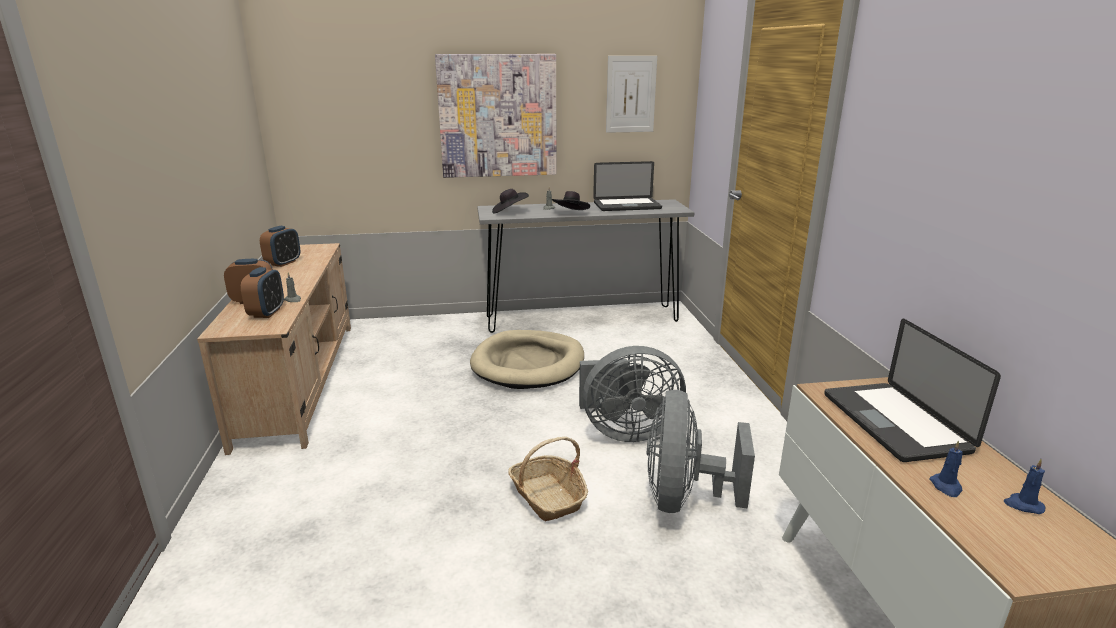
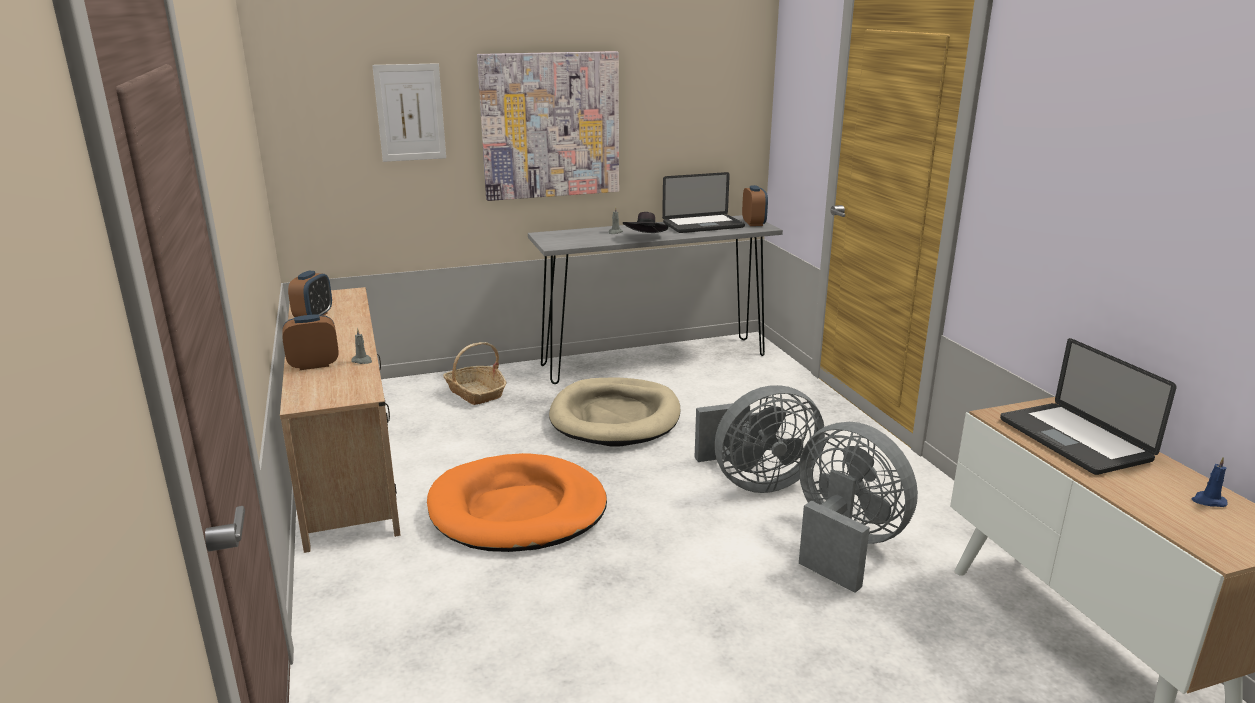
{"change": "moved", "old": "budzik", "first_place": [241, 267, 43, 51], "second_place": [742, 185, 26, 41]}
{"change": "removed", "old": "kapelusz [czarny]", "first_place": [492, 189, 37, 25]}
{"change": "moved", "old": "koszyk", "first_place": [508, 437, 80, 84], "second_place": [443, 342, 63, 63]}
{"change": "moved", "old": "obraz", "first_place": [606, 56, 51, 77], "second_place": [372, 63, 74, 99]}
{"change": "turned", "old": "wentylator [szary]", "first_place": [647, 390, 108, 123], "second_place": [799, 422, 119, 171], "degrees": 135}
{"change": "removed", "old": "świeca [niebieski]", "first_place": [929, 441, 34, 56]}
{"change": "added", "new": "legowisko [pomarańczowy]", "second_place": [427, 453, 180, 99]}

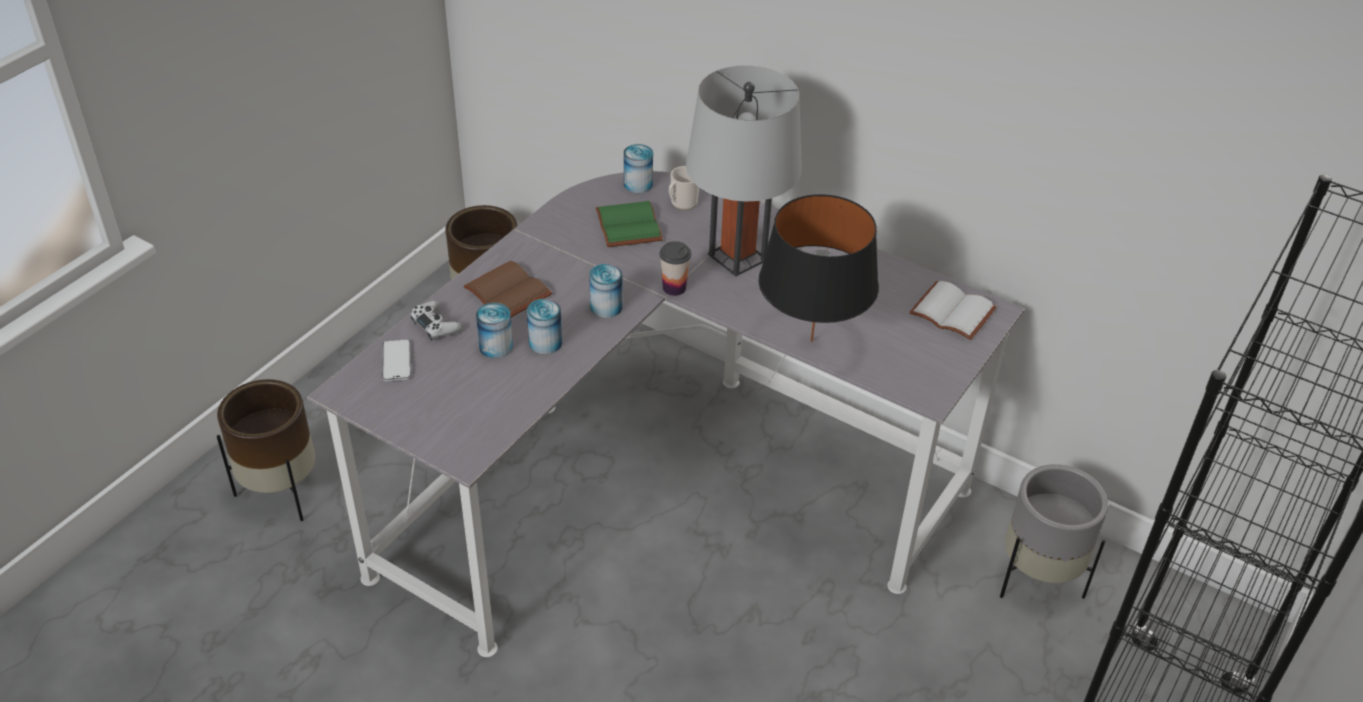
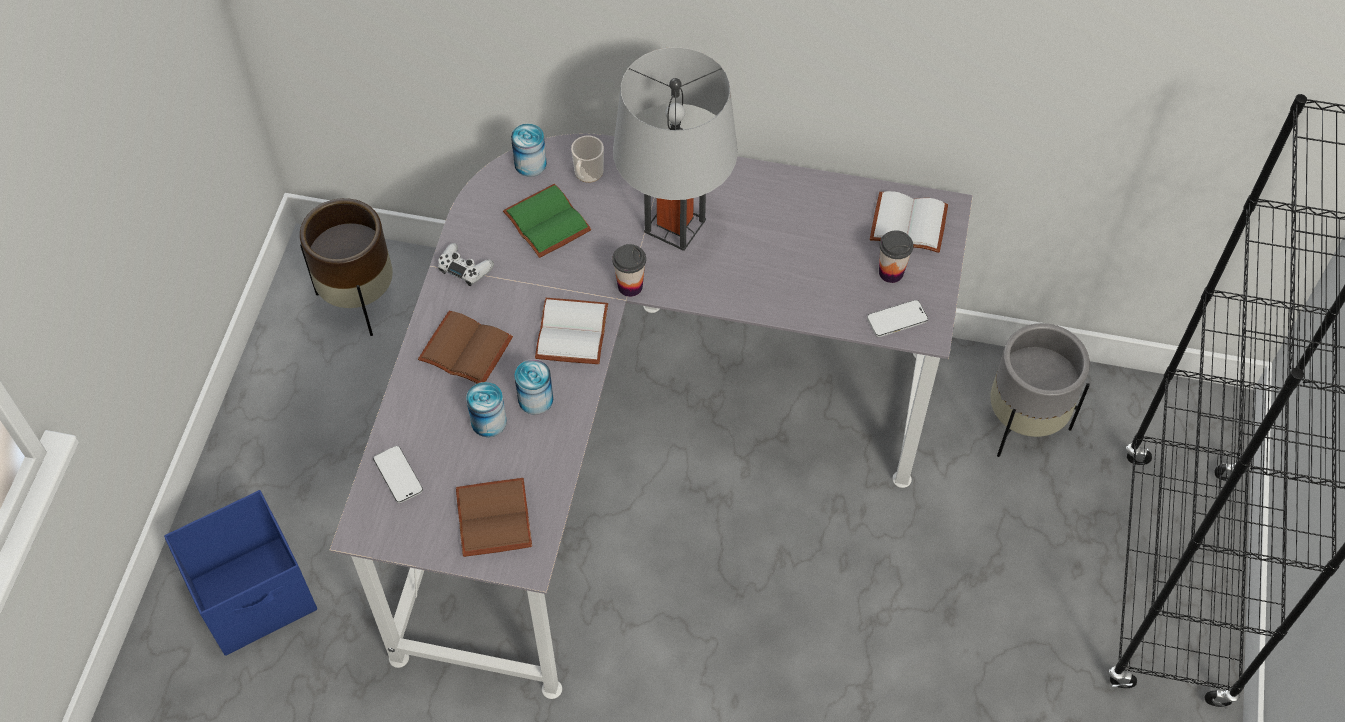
{"change": "replaced", "old": "donica [brązowy]", "new": "pojemnik do przechowywania [niebieski]", "first_place": [217, 379, 98, 142], "second_place": [164, 490, 153, 166]}
{"change": "moved", "old": "pad do gier [biały]", "first_place": [410, 301, 52, 39], "second_place": [438, 243, 56, 43]}
{"change": "replaced", "old": "puszka", "new": "książka [biały]", "first_place": [589, 264, 34, 54], "second_place": [535, 298, 73, 66]}
{"change": "removed", "old": "lampa stołowa [czarny]", "first_place": [759, 194, 120, 148]}
{"change": "added", "new": "książka [brązowy]", "second_place": [456, 478, 76, 79]}
{"change": "added", "new": "telefon", "second_place": [867, 300, 61, 37]}
{"change": "added", "new": "filiżanka", "second_place": [879, 230, 34, 53]}

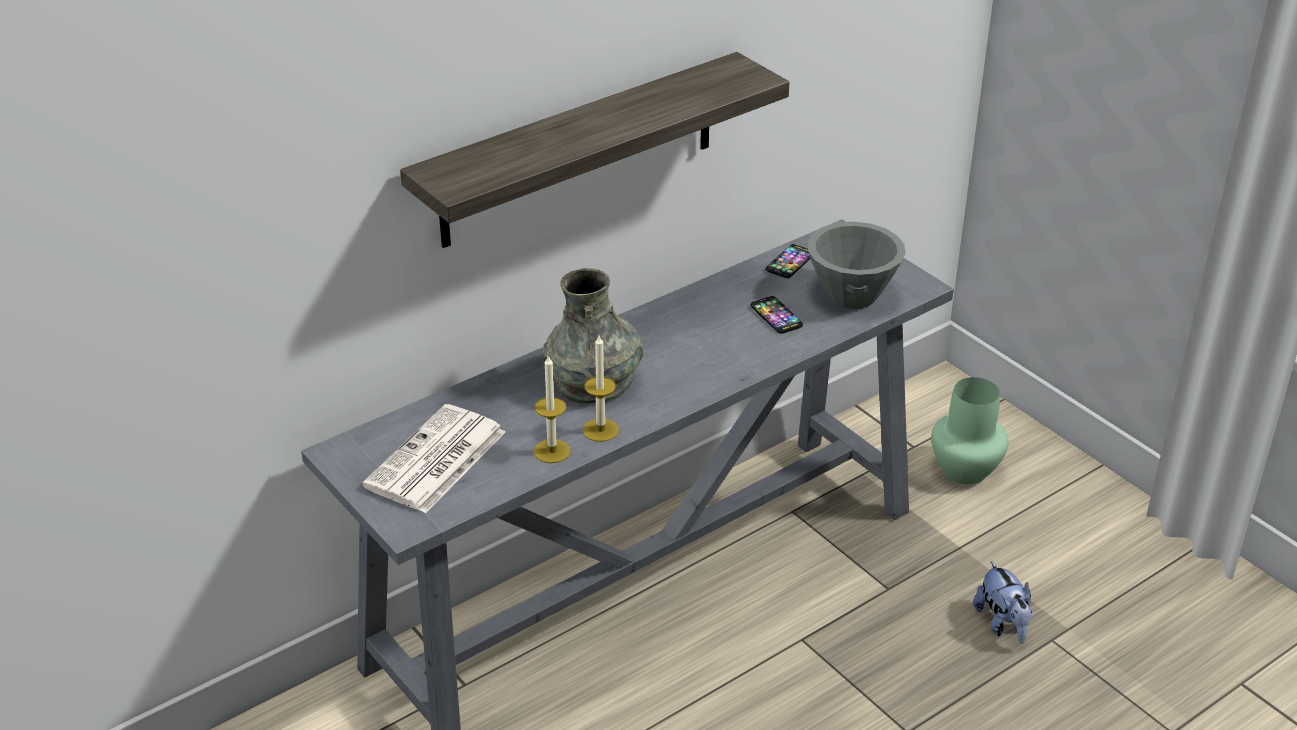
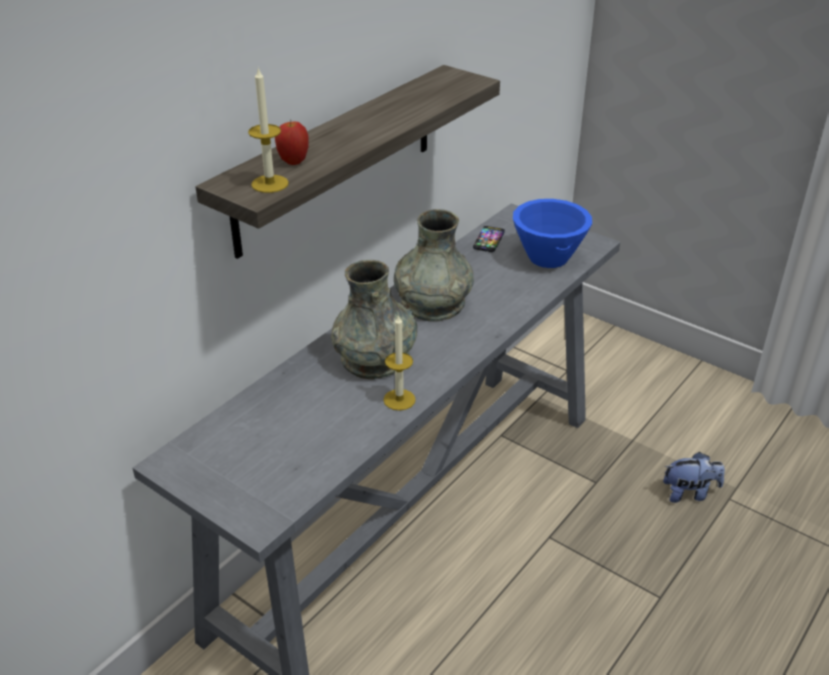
{"change": "removed", "old": "gazeta", "first_place": [362, 404, 144, 109]}
{"change": "moved", "old": "świeca", "first_place": [534, 354, 37, 109], "second_place": [248, 68, 41, 125]}
{"change": "removed", "old": "telefon", "first_place": [751, 296, 52, 38]}
{"change": "recoloured", "old": "miska [szary]", "new": "miska [niebieski]", "first_place": [808, 222, 98, 87], "second_place": [513, 199, 79, 69]}
{"change": "removed", "old": "wazon [zielony]", "first_place": [931, 377, 78, 107]}
{"change": "turned", "old": "pluszak", "first_place": [973, 561, 59, 83], "second_place": [663, 452, 62, 51], "degrees": -60}
{"change": "added", "new": "jabłko", "second_place": [275, 121, 34, 44]}
{"change": "added", "new": "wazon [szary]", "second_place": [394, 209, 80, 113]}

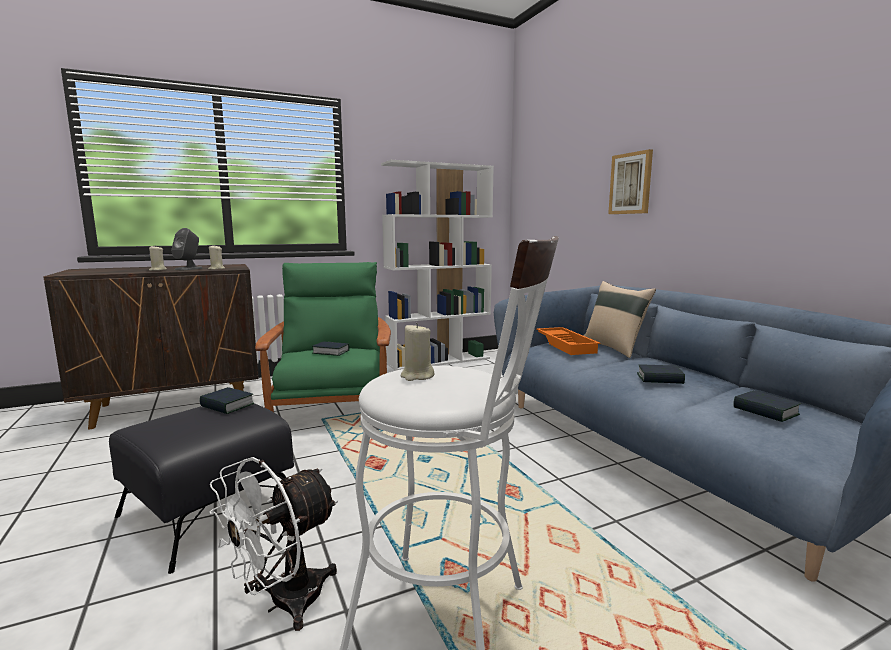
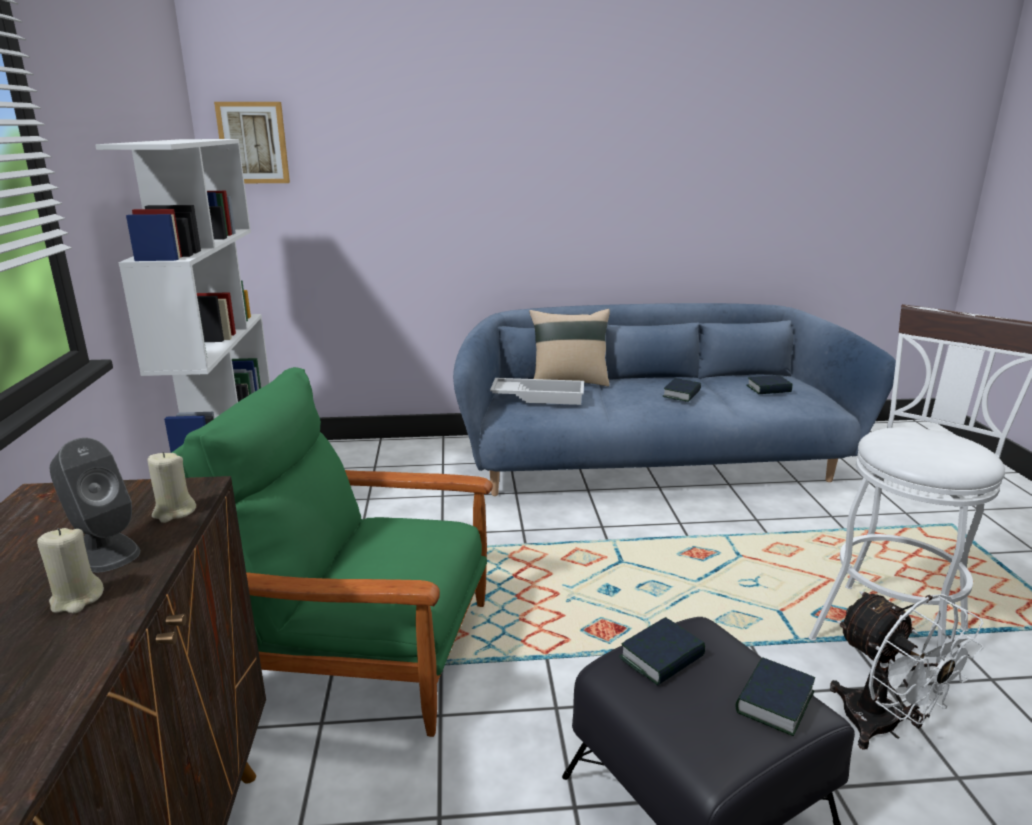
{"change": "moved", "old": "książka", "first_place": [312, 341, 37, 15], "second_place": [736, 657, 79, 79]}
{"change": "removed", "old": "świeca [beżowy]", "first_place": [401, 323, 33, 58]}
{"change": "recoloured", "old": "taca [pomarańczowy]", "new": "taca [biały]", "first_place": [536, 327, 65, 28], "second_place": [490, 378, 94, 27]}
{"change": "moved", "old": "obraz", "first_place": [608, 149, 45, 65], "second_place": [214, 102, 76, 81]}

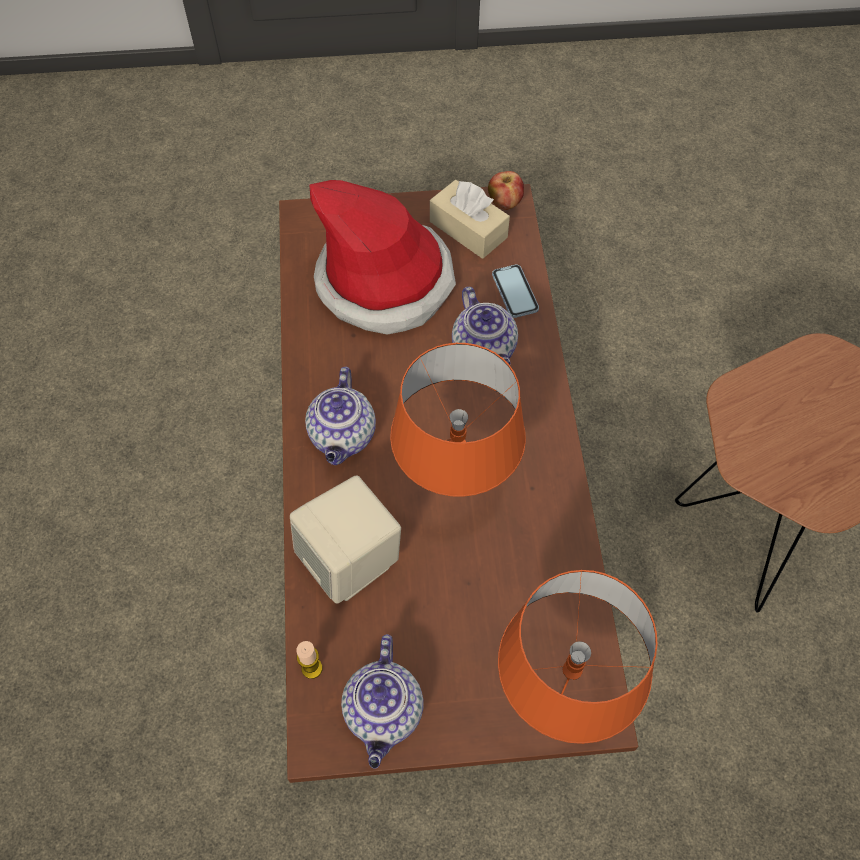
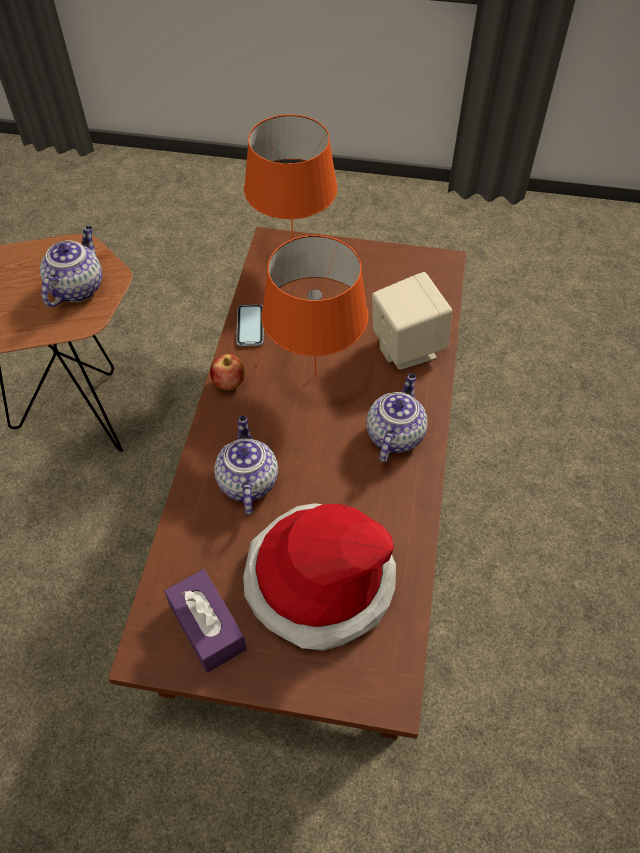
{"change": "removed", "old": "świeca", "first_place": [296, 641, 26, 38]}
{"change": "moved", "old": "imbryk", "first_place": [341, 634, 83, 135], "second_place": [40, 226, 62, 81]}
{"change": "recoloured", "old": "pudełko chusteczek [beżowy]", "new": "pudełko chusteczek [fioletowy]", "first_place": [430, 180, 80, 79], "second_place": [164, 569, 83, 104]}
{"change": "moved", "old": "jabłko", "first_place": [488, 171, 36, 39], "second_place": [210, 354, 35, 37]}
{"change": "moved", "old": "telefon", "first_place": [492, 264, 47, 54], "second_place": [236, 305, 28, 41]}

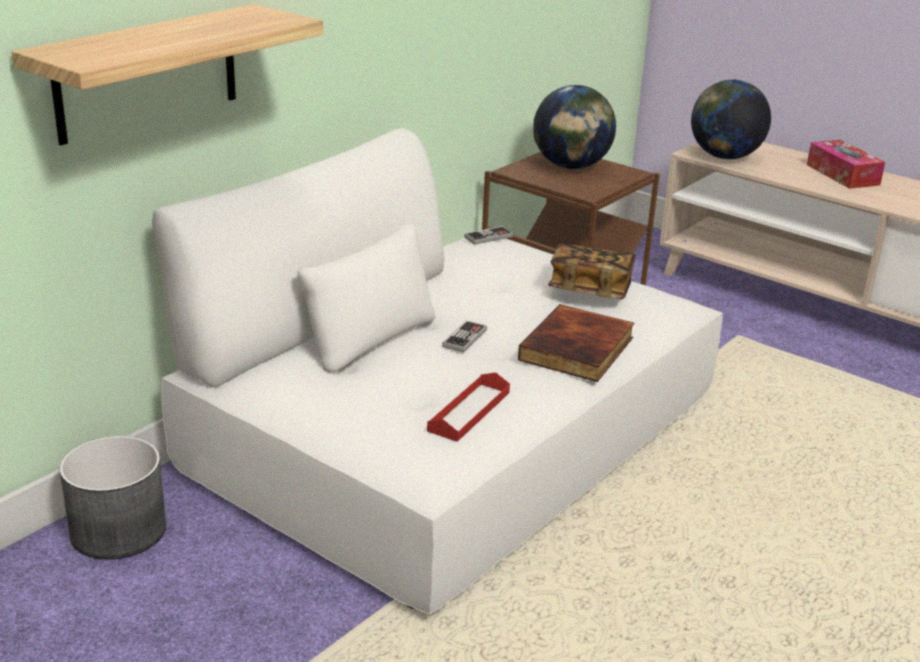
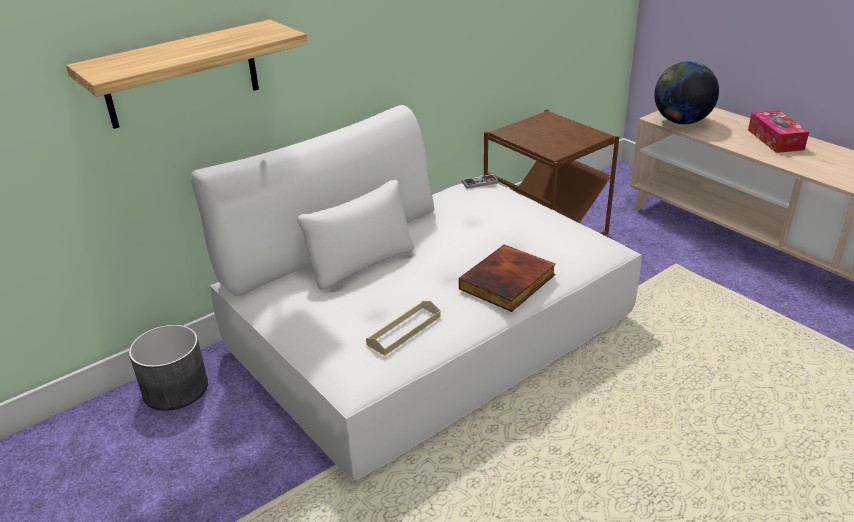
{"change": "recoloured", "old": "taca [czerwony]", "new": "taca [beżowy]", "first_place": [427, 372, 83, 70], "second_place": [366, 301, 75, 55]}
{"change": "removed", "old": "pad do gier", "first_place": [442, 320, 45, 33]}
{"change": "removed", "old": "globus", "first_place": [533, 85, 83, 84]}
{"change": "removed", "old": "książka", "first_place": [548, 244, 88, 55]}

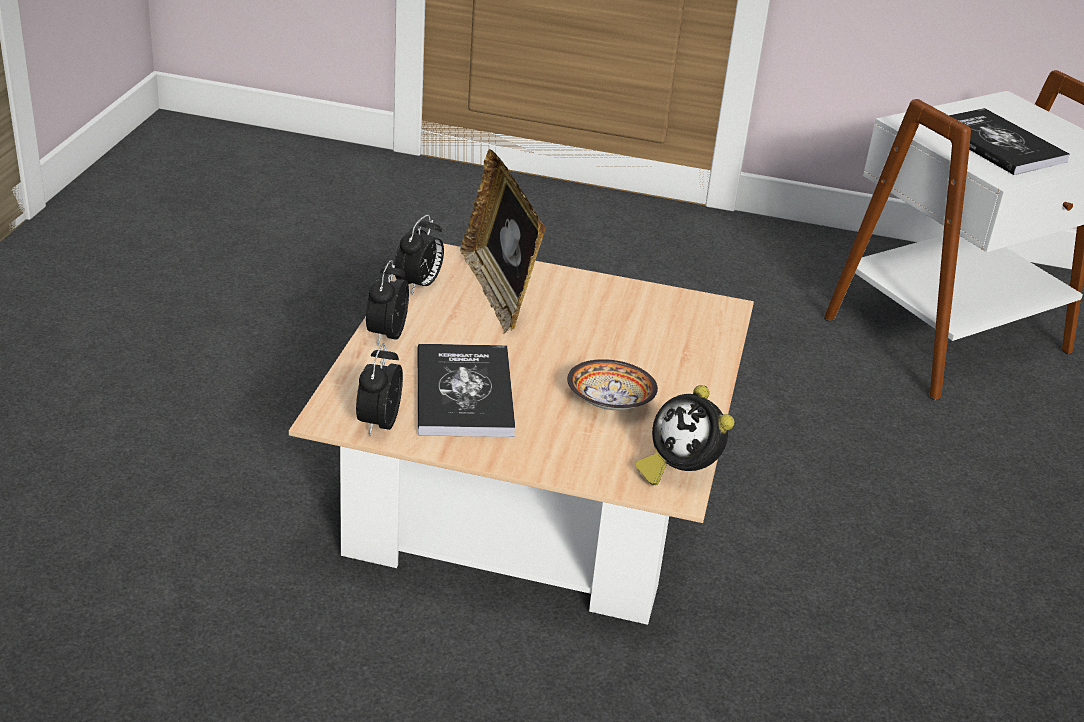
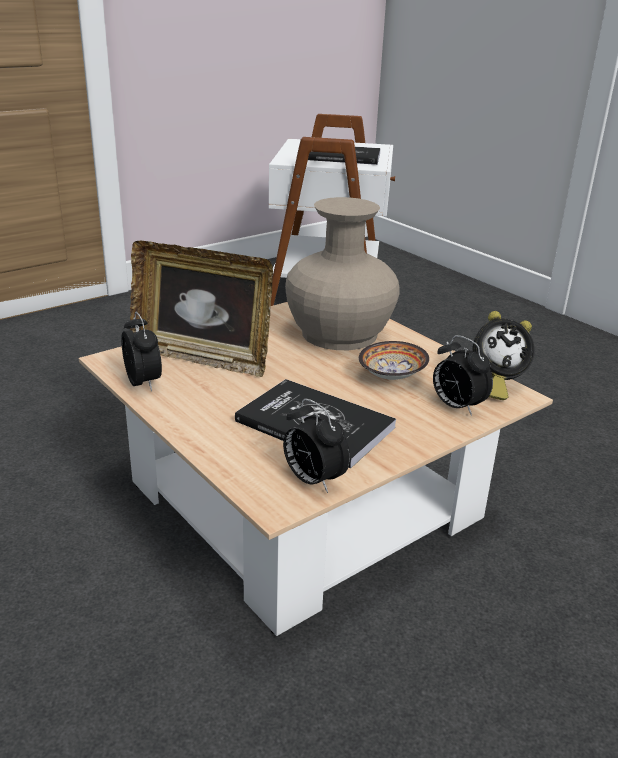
{"change": "moved", "old": "budzik", "first_place": [366, 260, 43, 86], "second_place": [433, 335, 60, 81]}
{"change": "added", "new": "wazon [beżowy]", "second_place": [285, 197, 115, 153]}

